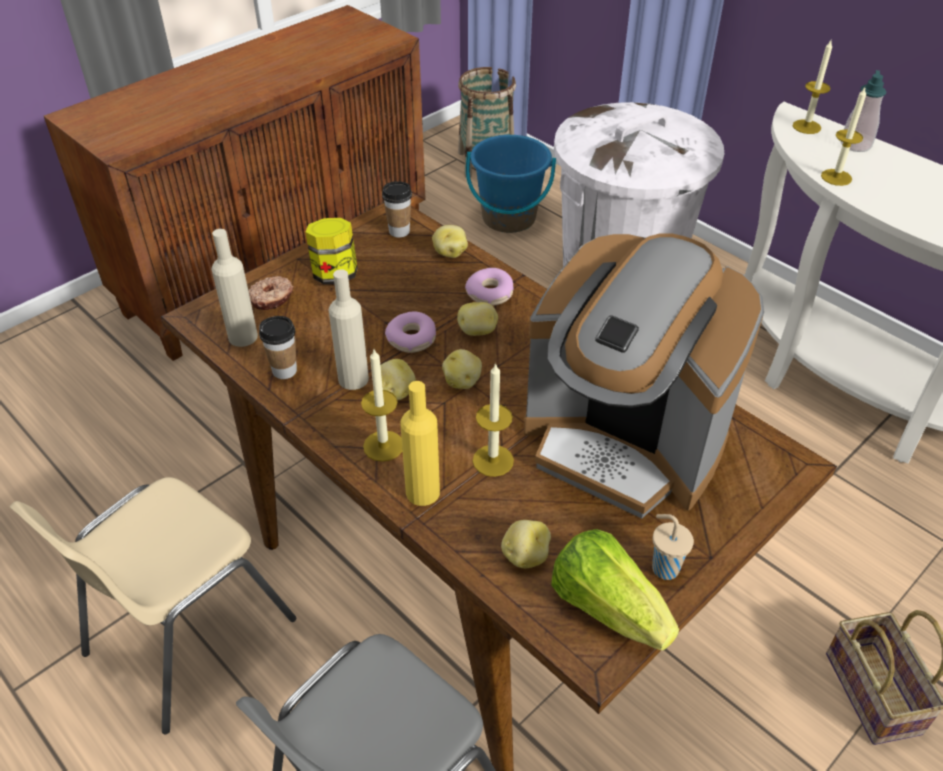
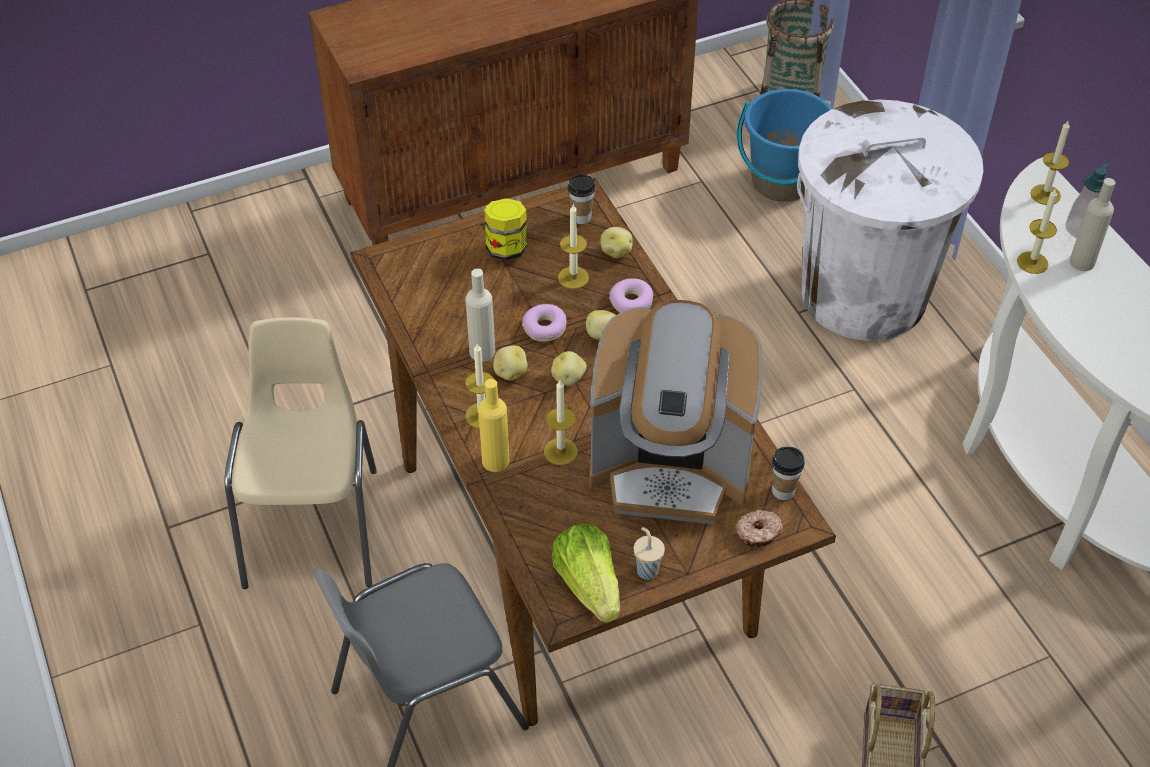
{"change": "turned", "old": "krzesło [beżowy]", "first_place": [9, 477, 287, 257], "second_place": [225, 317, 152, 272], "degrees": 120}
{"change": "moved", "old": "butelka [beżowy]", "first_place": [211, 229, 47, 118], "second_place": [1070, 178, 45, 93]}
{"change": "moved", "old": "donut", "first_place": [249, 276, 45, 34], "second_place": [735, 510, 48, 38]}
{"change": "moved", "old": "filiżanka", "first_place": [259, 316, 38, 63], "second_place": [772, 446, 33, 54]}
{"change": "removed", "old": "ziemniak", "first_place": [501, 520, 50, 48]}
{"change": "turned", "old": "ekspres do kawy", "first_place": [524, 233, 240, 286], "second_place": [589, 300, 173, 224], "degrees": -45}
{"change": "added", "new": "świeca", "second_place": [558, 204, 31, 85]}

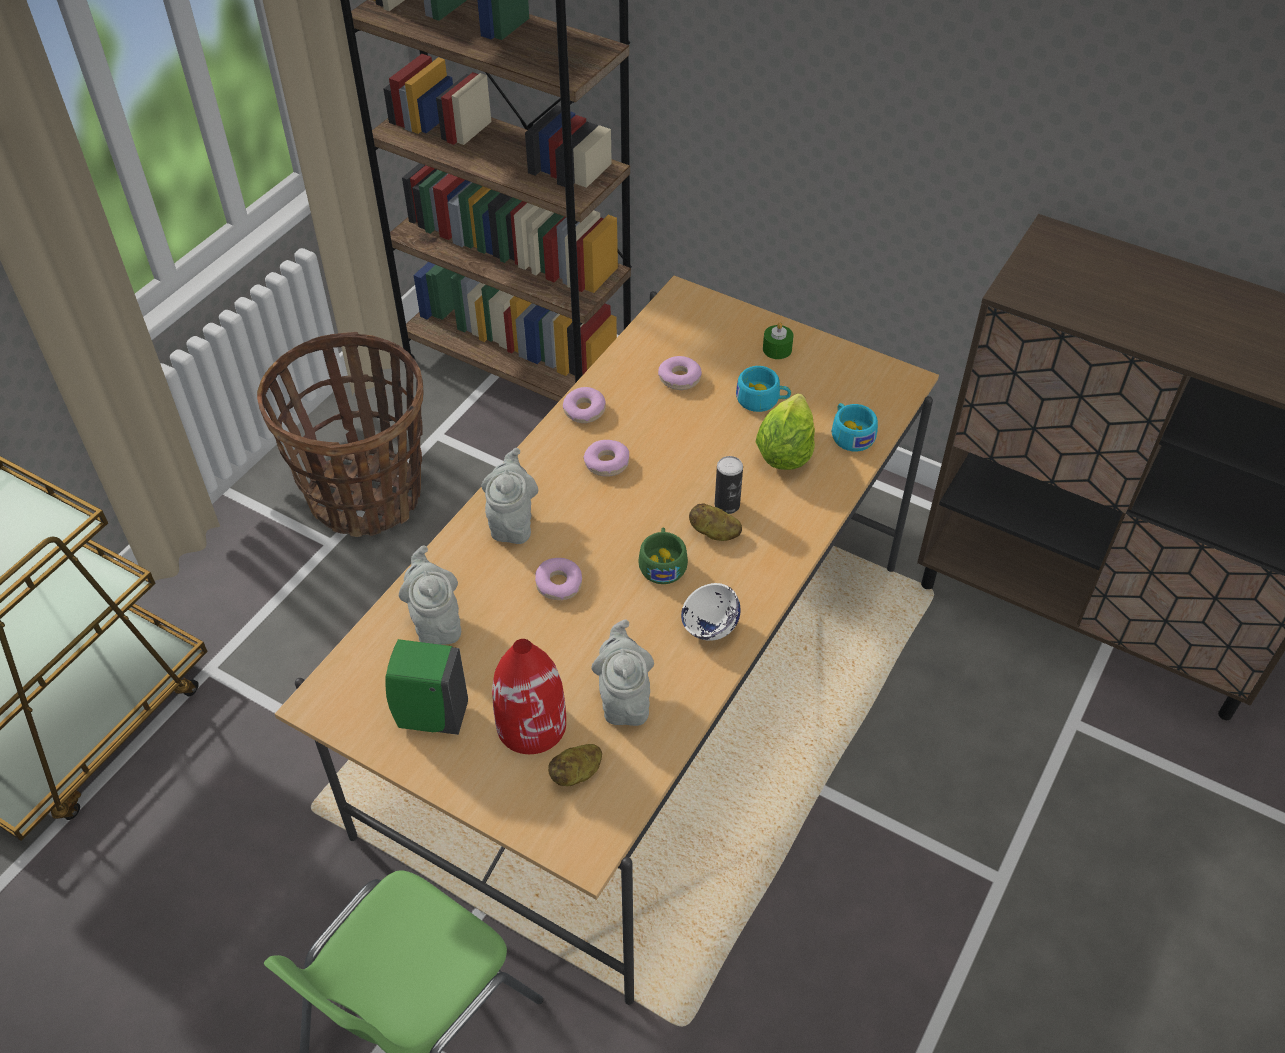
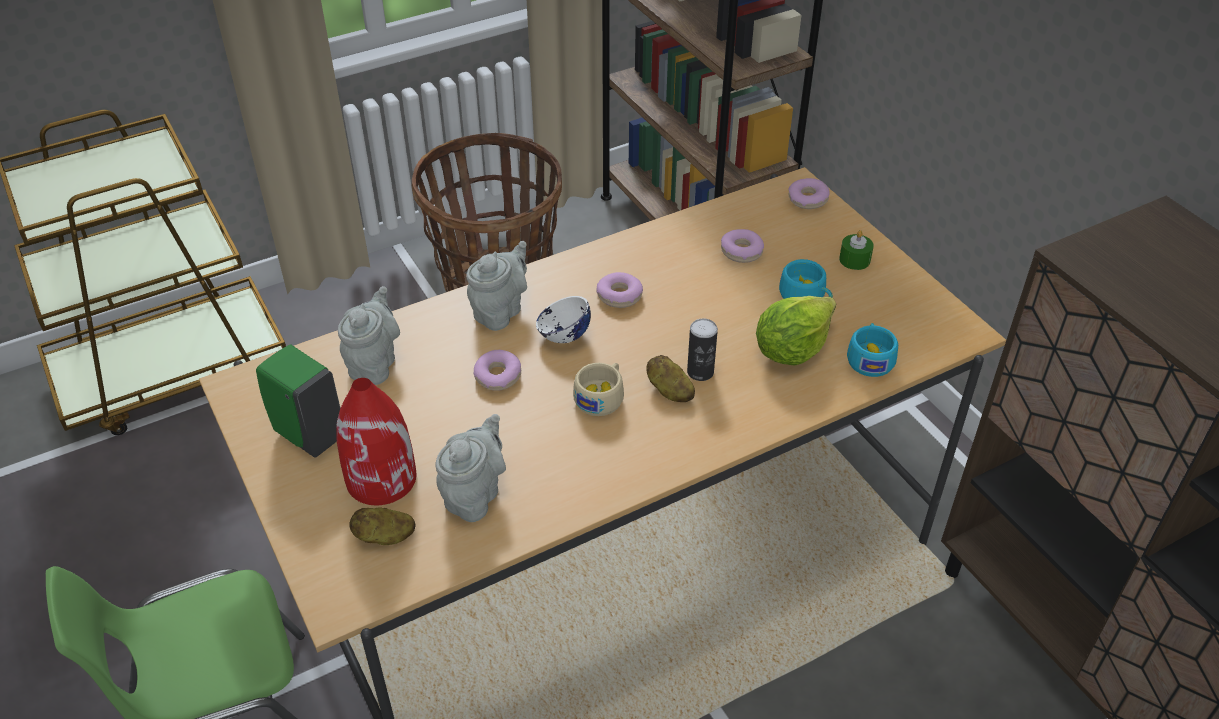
{"change": "moved", "old": "donut", "first_place": [563, 387, 43, 36], "second_place": [788, 178, 42, 31]}
{"change": "recoloured", "old": "filiżanka [zielony]", "new": "filiżanka [beżowy]", "first_place": [639, 527, 49, 57], "second_place": [573, 363, 51, 53]}
{"change": "moved", "old": "miska [biały]", "first_place": [681, 583, 60, 58], "second_place": [536, 296, 55, 47]}

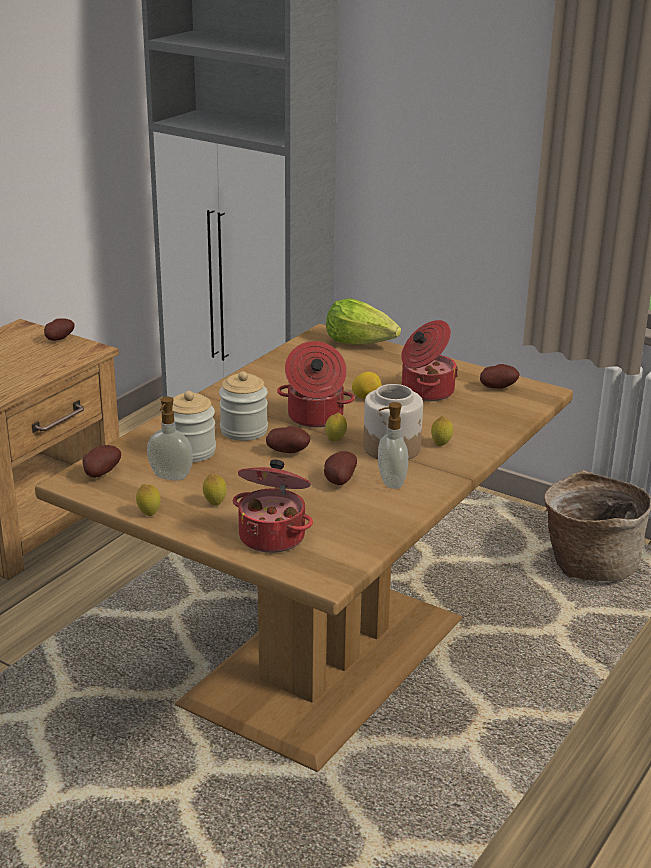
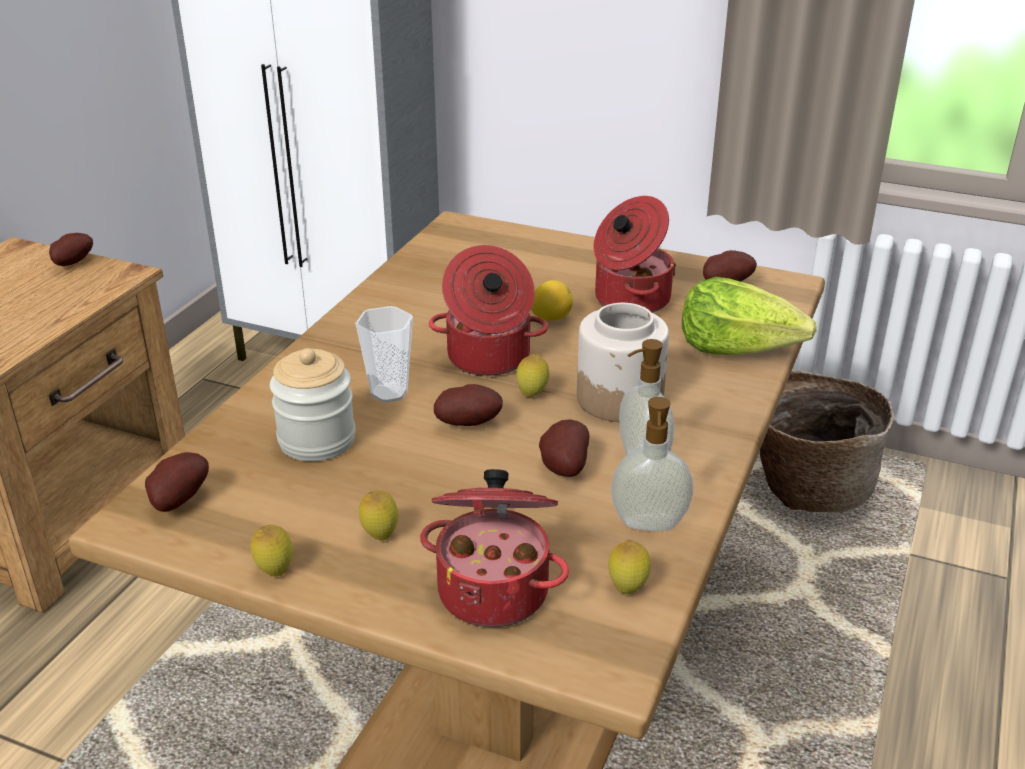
{"change": "moved", "old": "dozownik mydła", "first_place": [147, 397, 46, 84], "second_place": [611, 397, 82, 134]}
{"change": "replaced", "old": "słoik", "new": "filiżanka", "first_place": [219, 371, 49, 70], "second_place": [355, 306, 58, 97]}
{"change": "moved", "old": "sałata", "first_place": [326, 298, 75, 47], "second_place": [682, 277, 135, 78]}
{"change": "moved", "old": "cytryna", "first_place": [431, 416, 22, 30], "second_place": [608, 539, 43, 55]}

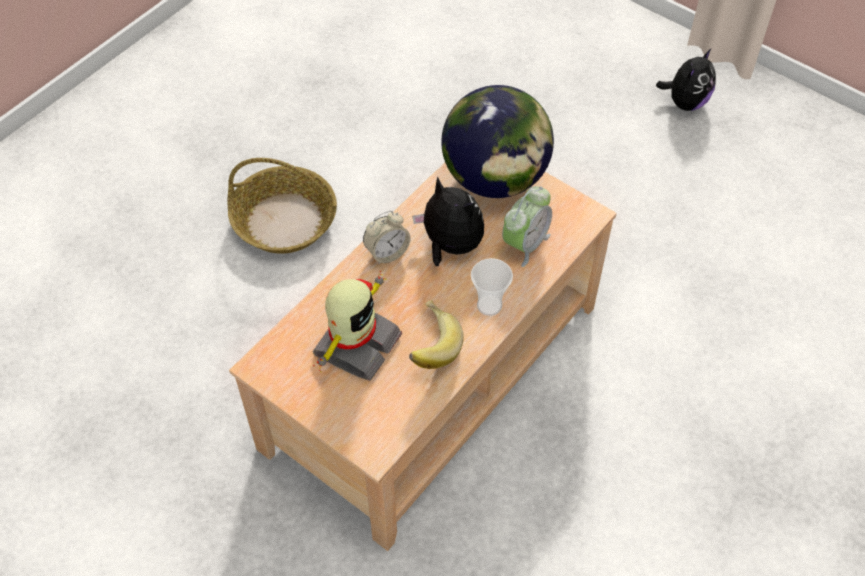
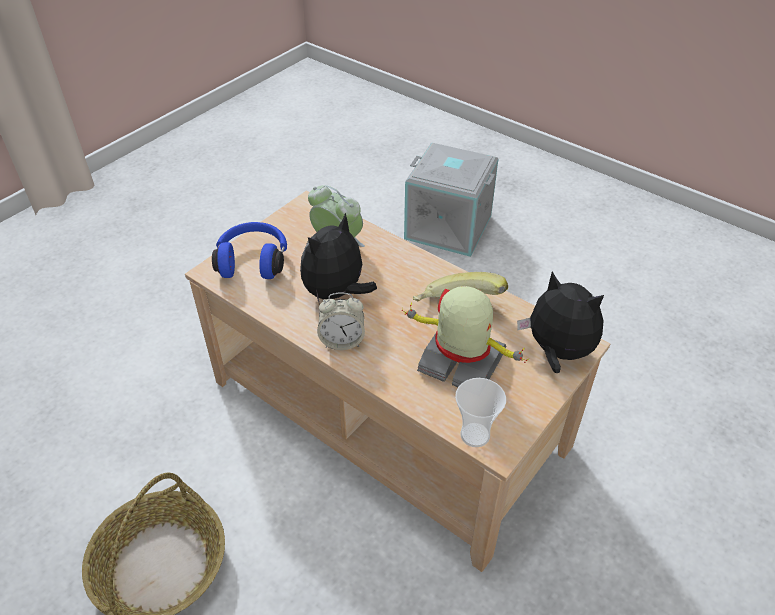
{"change": "turned", "old": "budzik", "first_place": [363, 211, 48, 54], "second_place": [317, 292, 48, 58], "degrees": 120}
{"change": "replaced", "old": "globus", "new": "słuchawki [niebieski]", "first_place": [441, 85, 113, 113], "second_place": [212, 222, 75, 57]}
{"change": "moved", "old": "filiżanka", "first_place": [471, 258, 42, 58], "second_place": [455, 378, 51, 69]}
{"change": "moved", "old": "pluszak", "first_place": [656, 49, 60, 62], "second_place": [517, 271, 87, 102]}
{"change": "added", "new": "pojemnik do przechowywania [szary]", "second_place": [404, 143, 95, 114]}

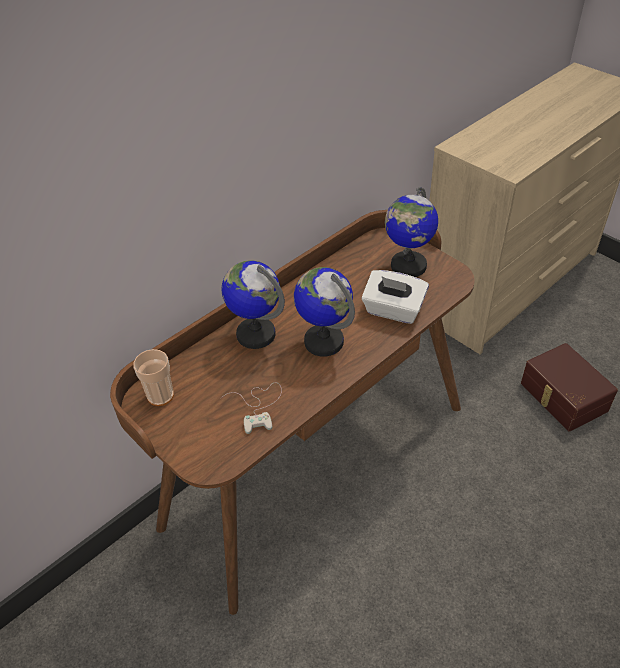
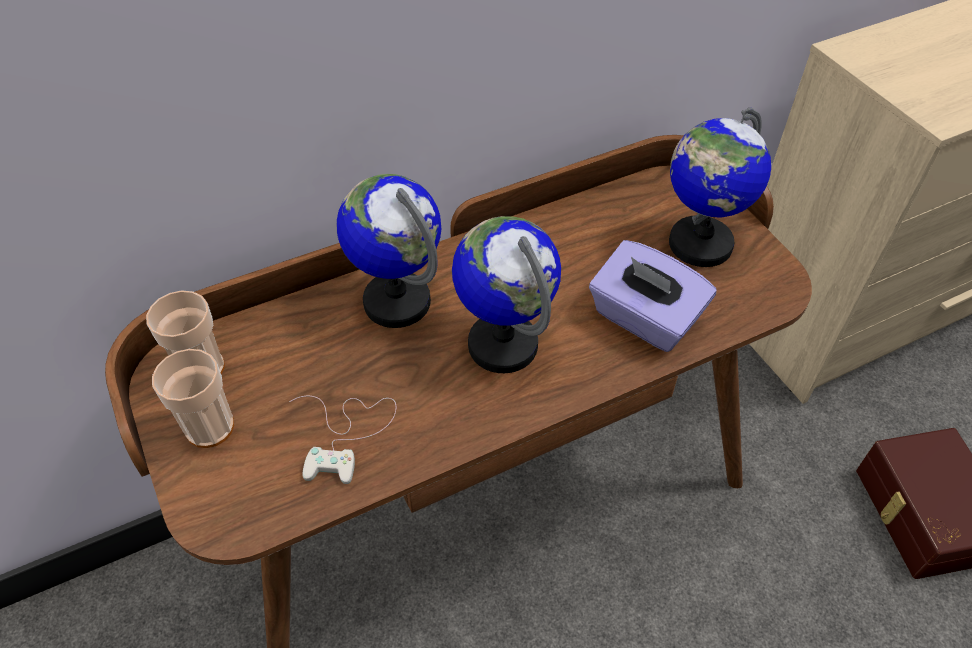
{"change": "recoloured", "old": "pudełko chusteczek [biały]", "new": "pudełko chusteczek [fioletowy]", "first_place": [361, 270, 68, 54], "second_place": [589, 240, 128, 112]}
{"change": "added", "new": "filiżanka", "second_place": [152, 349, 82, 99]}

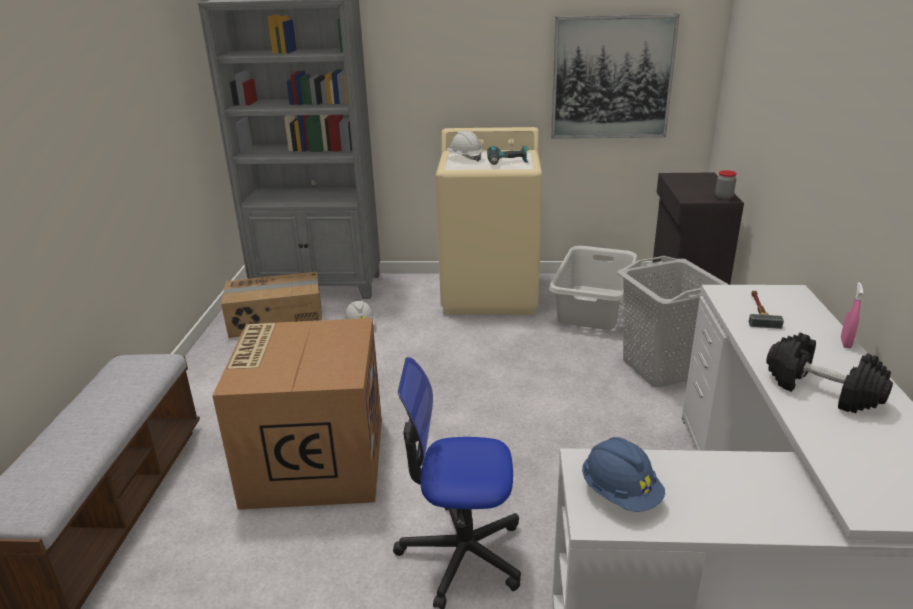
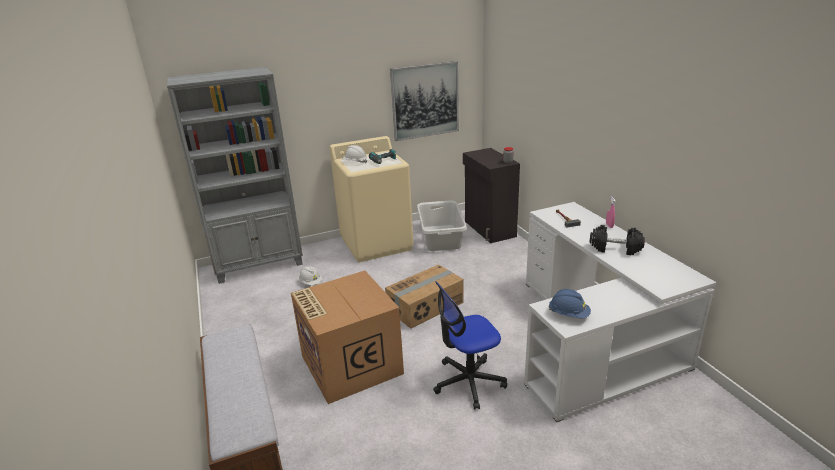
{"change": "moved", "old": "karton", "first_place": [221, 272, 101, 66], "second_place": [385, 264, 79, 65]}
{"change": "removed", "old": "kosz na pranie [szary]", "first_place": [617, 256, 112, 131]}

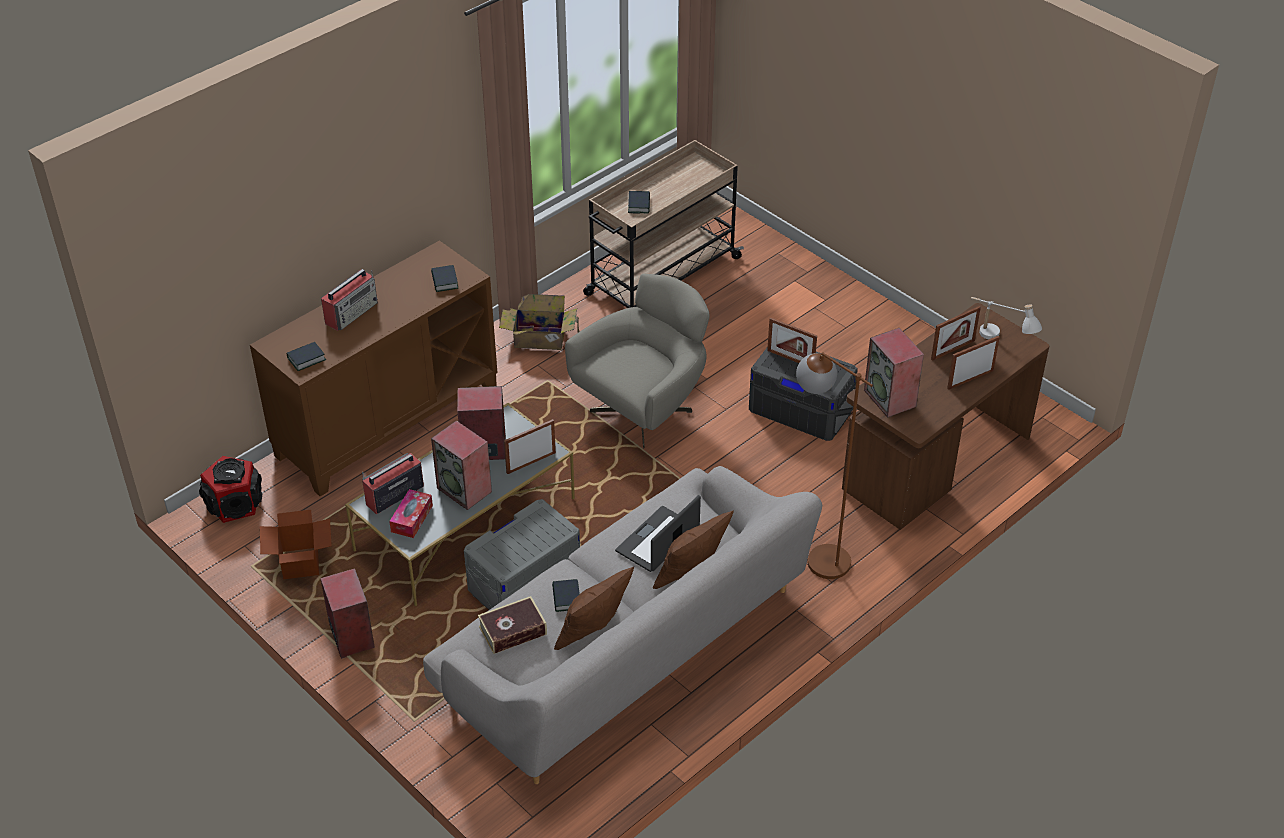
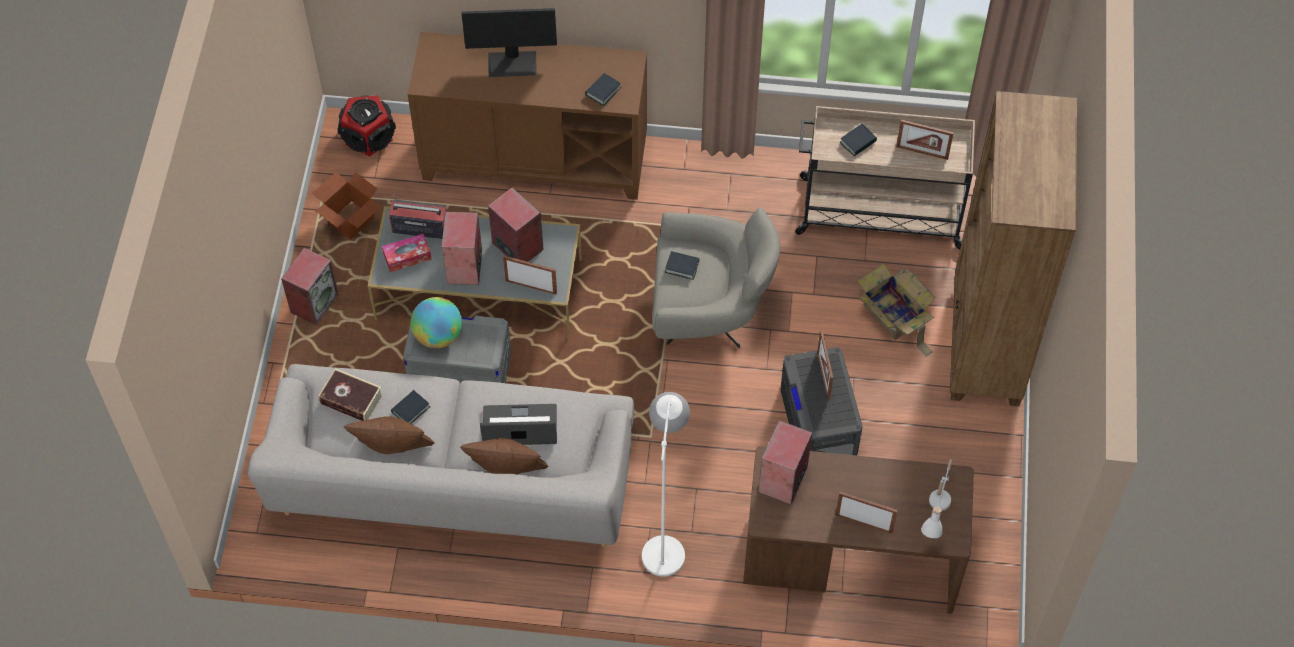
{"change": "moved", "old": "książka", "first_place": [287, 342, 39, 29], "second_place": [665, 251, 34, 29]}
{"change": "replaced", "old": "radio", "new": "monitor", "first_place": [321, 269, 57, 62], "second_place": [461, 8, 96, 69]}
{"change": "moved", "old": "karton", "first_place": [499, 294, 81, 56], "second_place": [857, 264, 78, 93]}
{"change": "recoloured", "old": "lampa stojąca [brązowy]", "new": "lampa stojąca [biały]", "first_place": [796, 352, 77, 227], "second_place": [642, 392, 48, 185]}
{"change": "moved", "old": "ramka na zdjęcie", "first_place": [931, 306, 50, 55], "second_place": [896, 120, 58, 40]}
{"change": "added", "new": "globus", "second_place": [411, 297, 51, 51]}
{"change": "added", "new": "regał [brązowy]", "second_place": [950, 91, 127, 315]}

